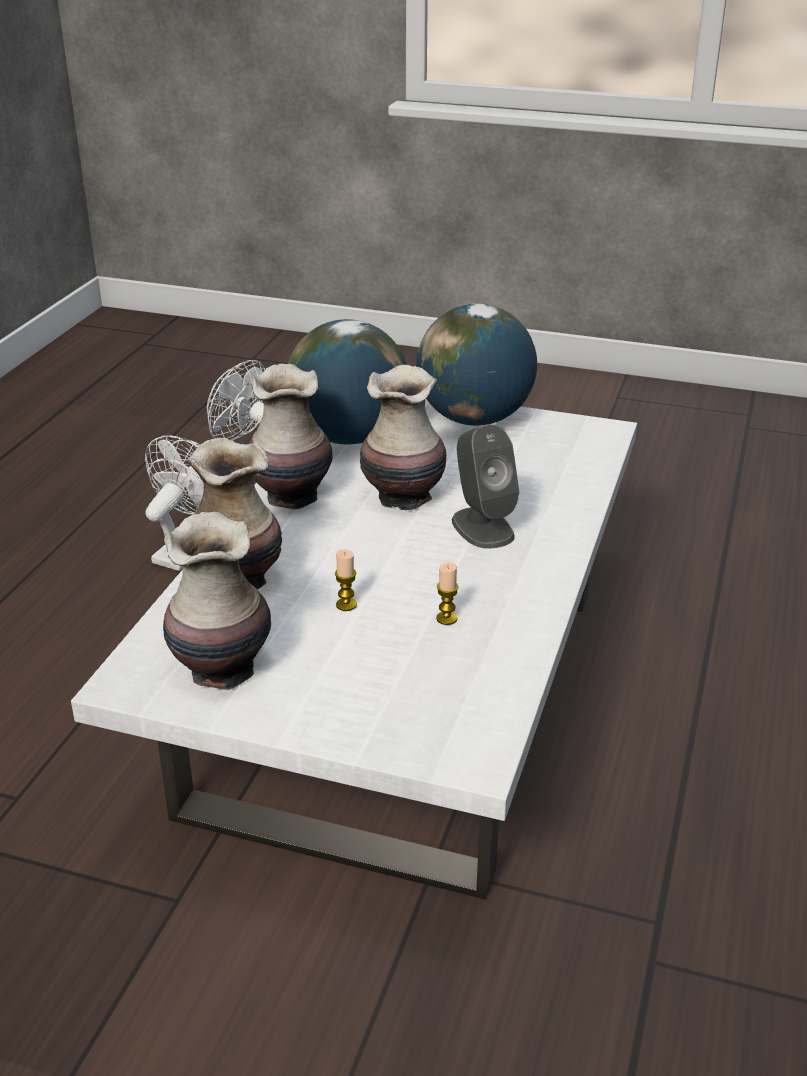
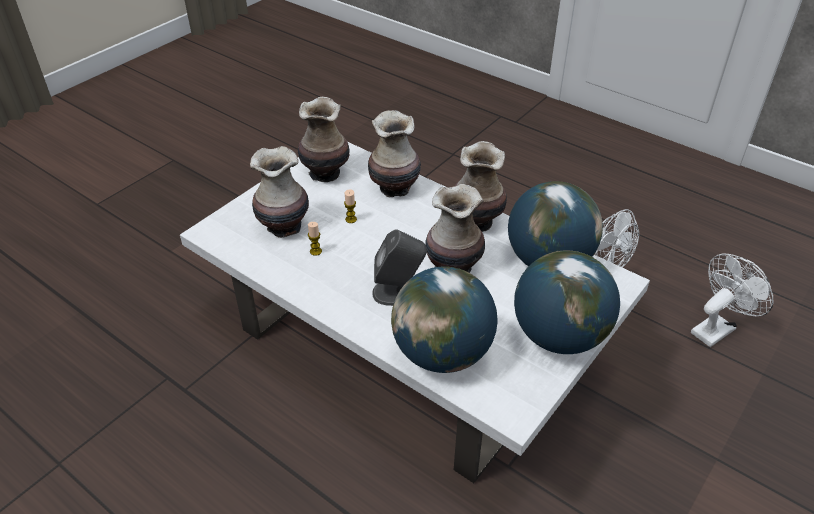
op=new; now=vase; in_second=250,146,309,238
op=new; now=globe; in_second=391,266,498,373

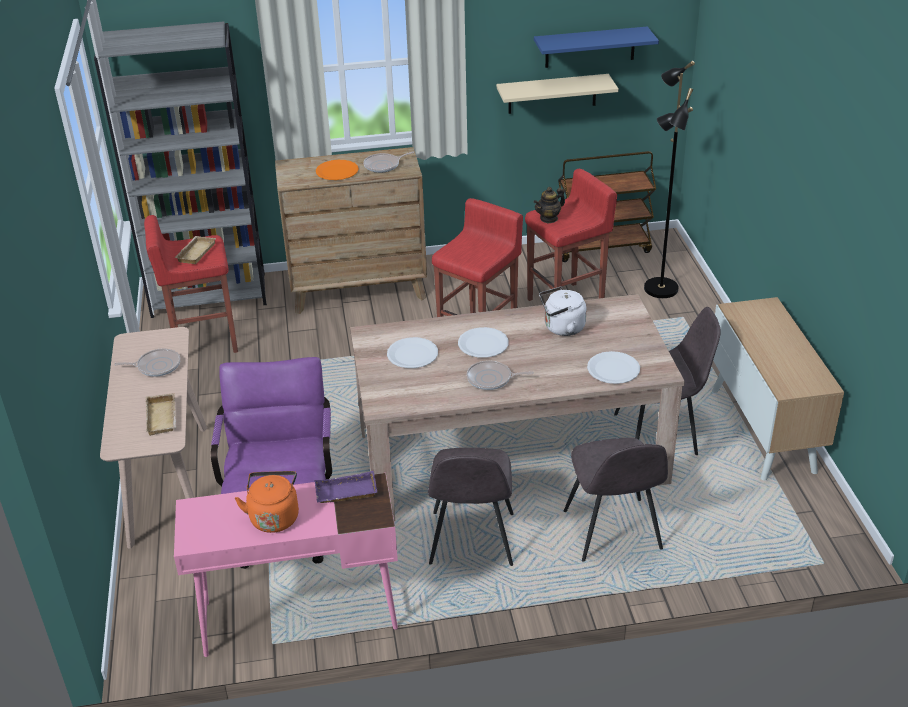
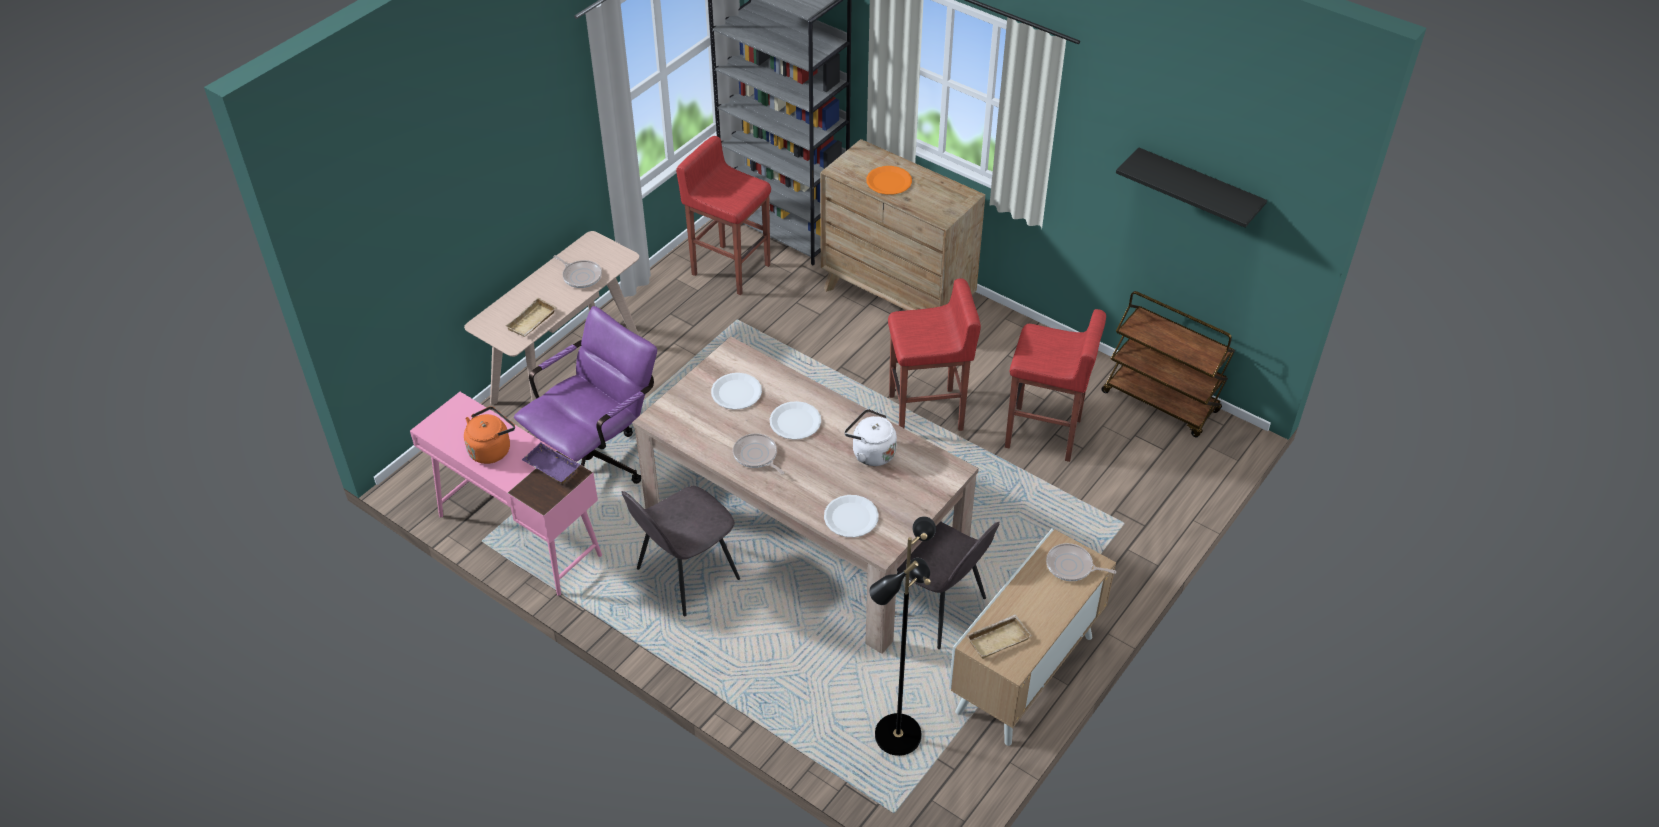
op=shifted; was=beige tray; in_first=174,236,216,264; in_second=966,614,1032,659
op=shifted; was=frying pan; in_first=363,152,414,173; in_second=1046,543,1116,581
op=gone; was=beige shelf; in_first=496,74,619,114
op=repainted; was=blue shelf; now=black shelf; in_first=534,27,659,68; in_second=1116,148,1267,228
op=gone; was=teapot; in_first=534,187,565,223
op=gone; was=grey chair; in_first=564,438,668,562
op=shifted; was=black floor lamp; in_first=644,61,695,298; in_second=869,516,936,756

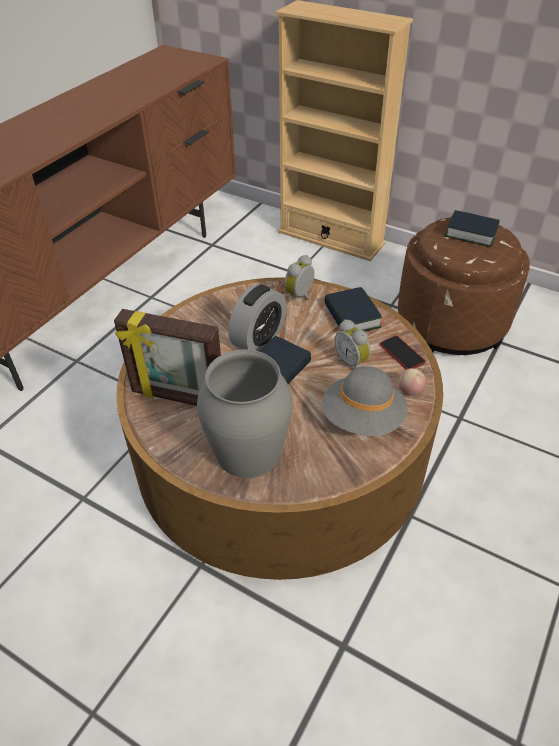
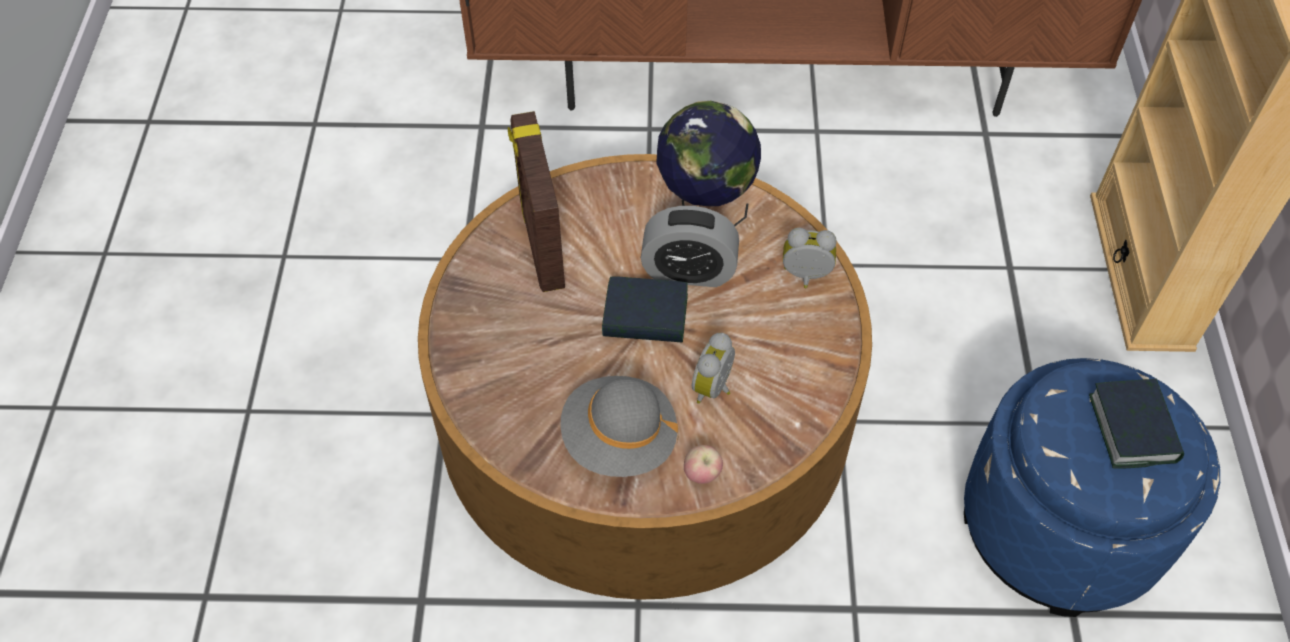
op=gone; was=grey vase; in_first=197,349,293,478
op=gone; was=book; in_first=324,287,382,331
op=gone; was=phone; in_first=380,336,425,369
op=repainted; was=brown ottoman; now=blue ottoman; in_first=398,217,530,355; in_second=964,358,1220,617
op=new; now=globe; in_second=656,101,761,226

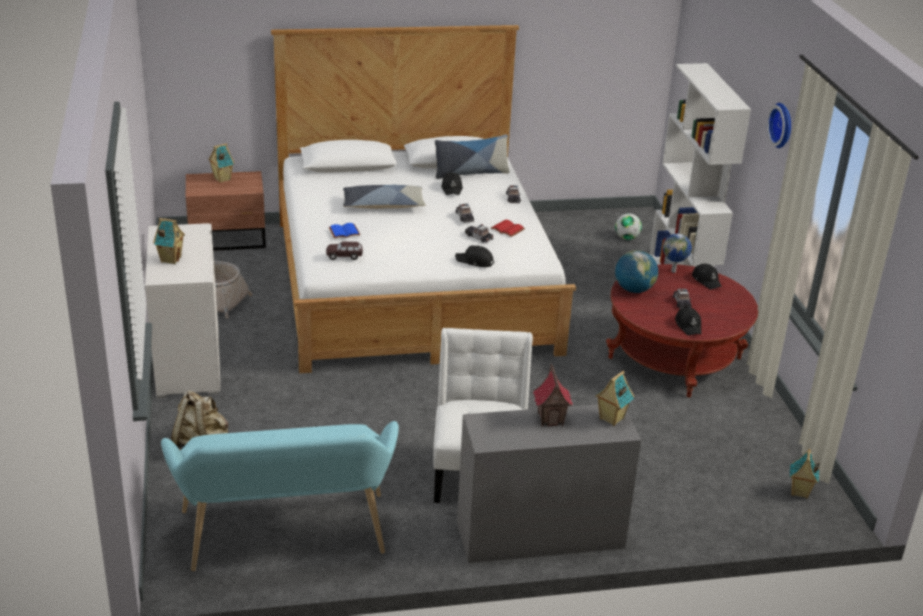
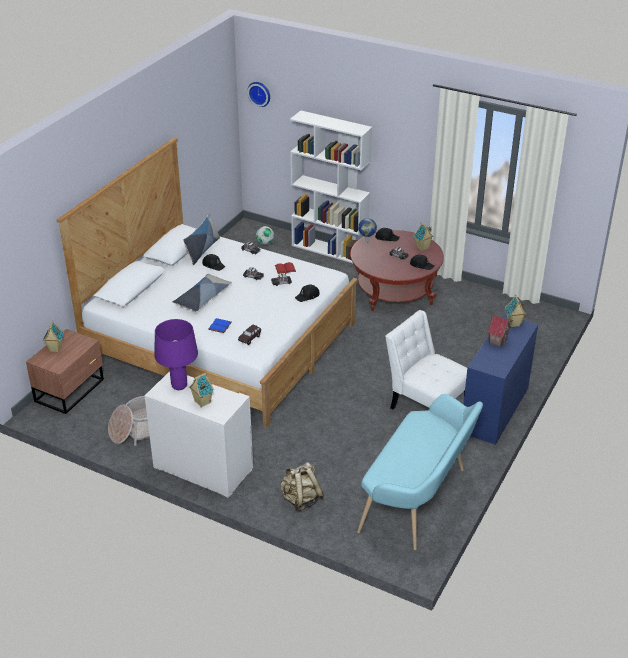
op=repainted; was=grey desk; now=blue desk; in_first=457,404,641,563; in_second=463,314,538,445
op=gone; was=globe; in_first=615,250,658,293
op=shifted; was=wall clock; in_first=767,103,791,148; in_second=247,82,270,107
op=shifted; was=toy house; in_first=790,449,820,499; in_second=414,223,434,251
op=new; now=purple table lamp; in_second=155,319,198,390

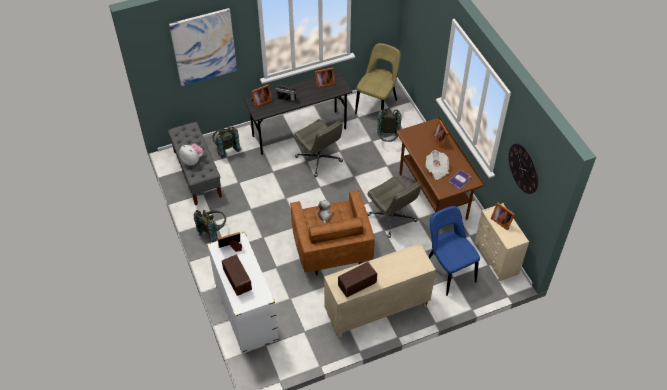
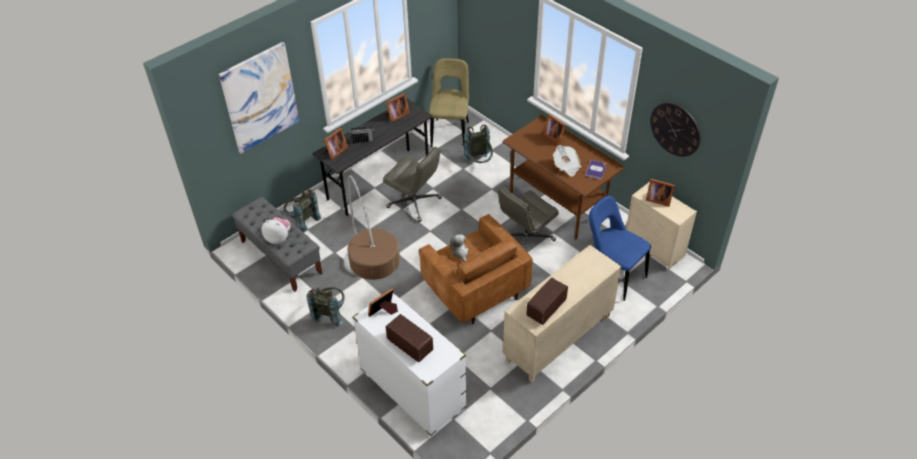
op=rotated; was=grey office chair; in_first=367,177,422,238; in_second=498,187,559,251; clockwise=105
op=new; now=floor lamp; in_second=344,175,400,280

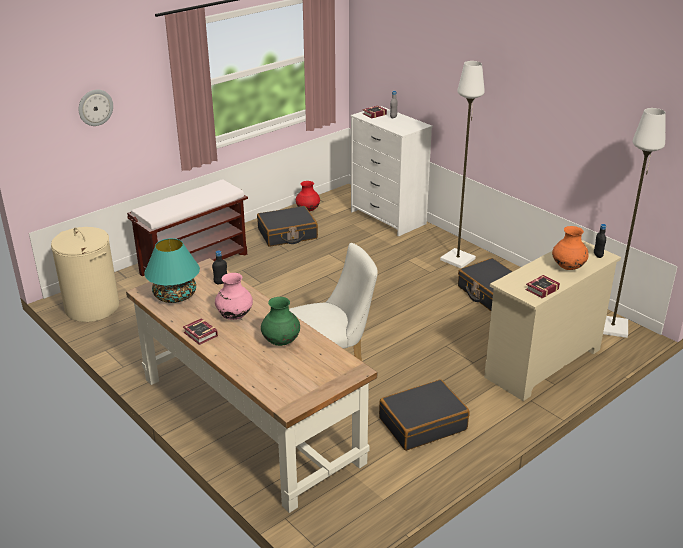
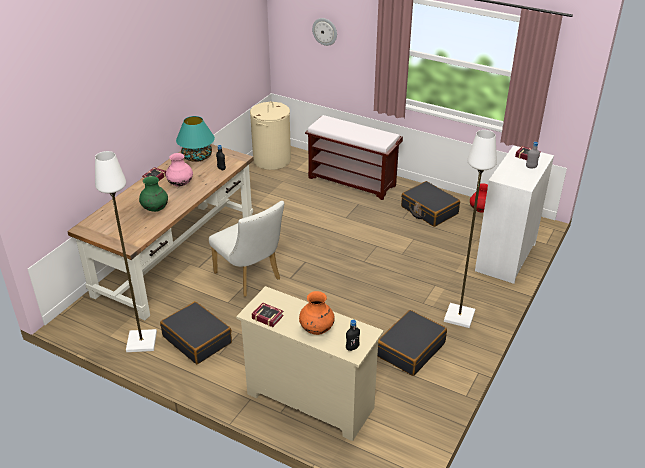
op=shifted; was=white floor lamp; in_first=603,108,666,338; in_second=95,151,157,352

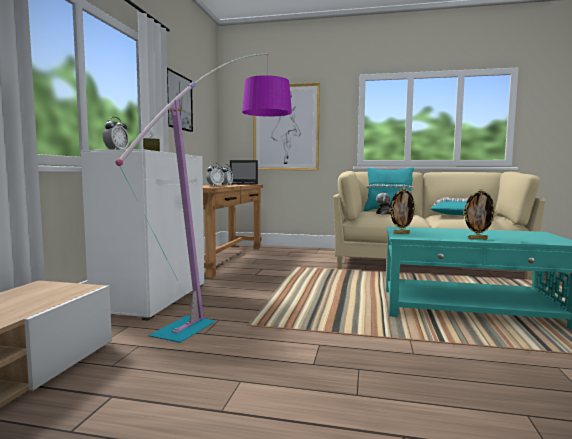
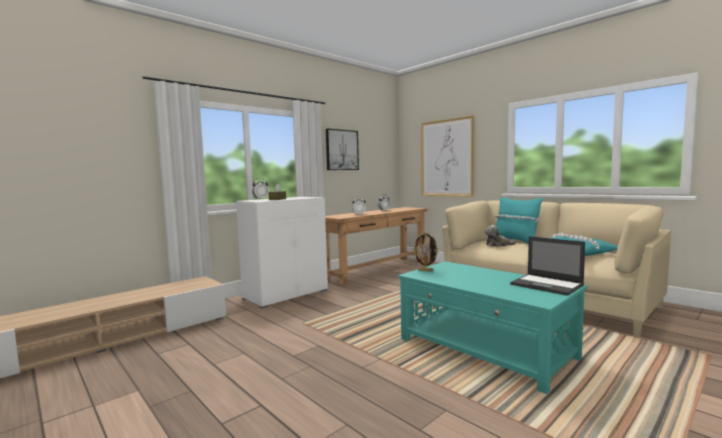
op=gone; was=floor lamp; in_first=116,53,292,343
op=shifted; was=laptop; in_first=222,160,258,185; in_second=510,236,585,296
op=gone; was=picture frame; in_first=463,189,497,239

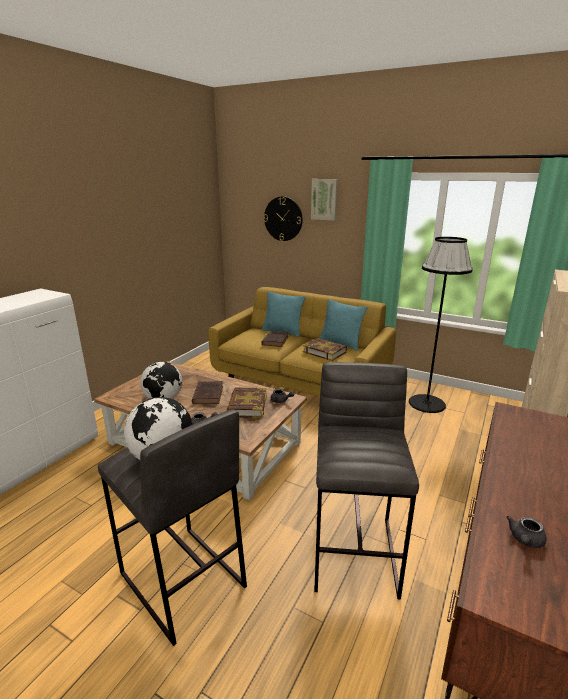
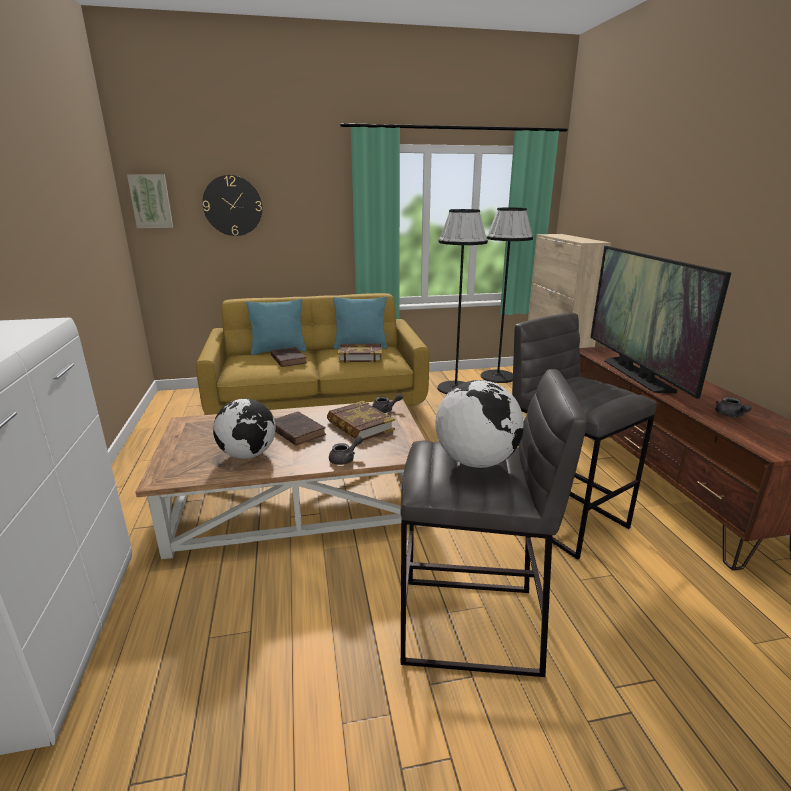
op=shifted; was=picture; in_first=311,179,338,221; in_second=127,174,173,228
op=new; now=black floor lamp; in_second=480,208,533,383
op=new; now=television; in_second=590,246,731,399

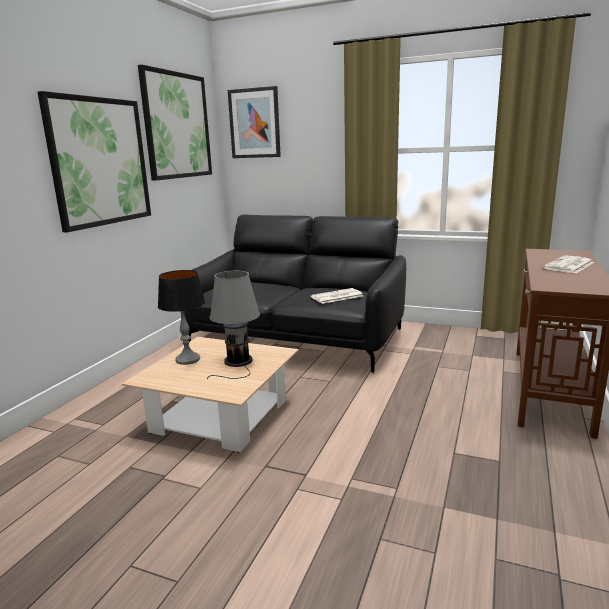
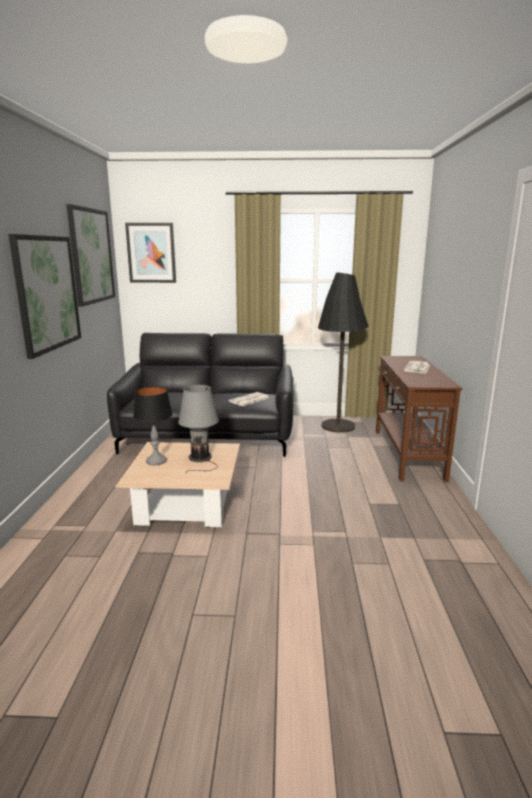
op=new; now=black floor lamp; in_second=318,272,369,433

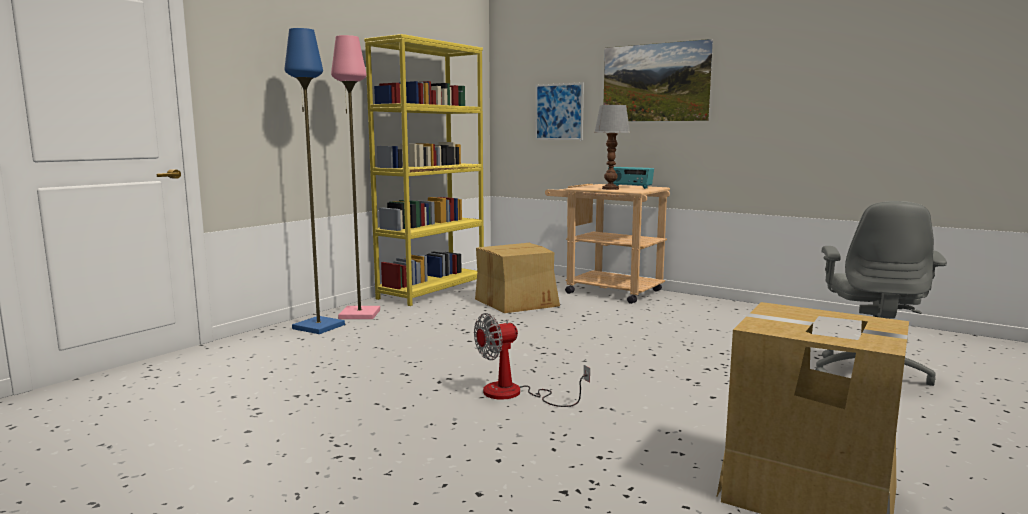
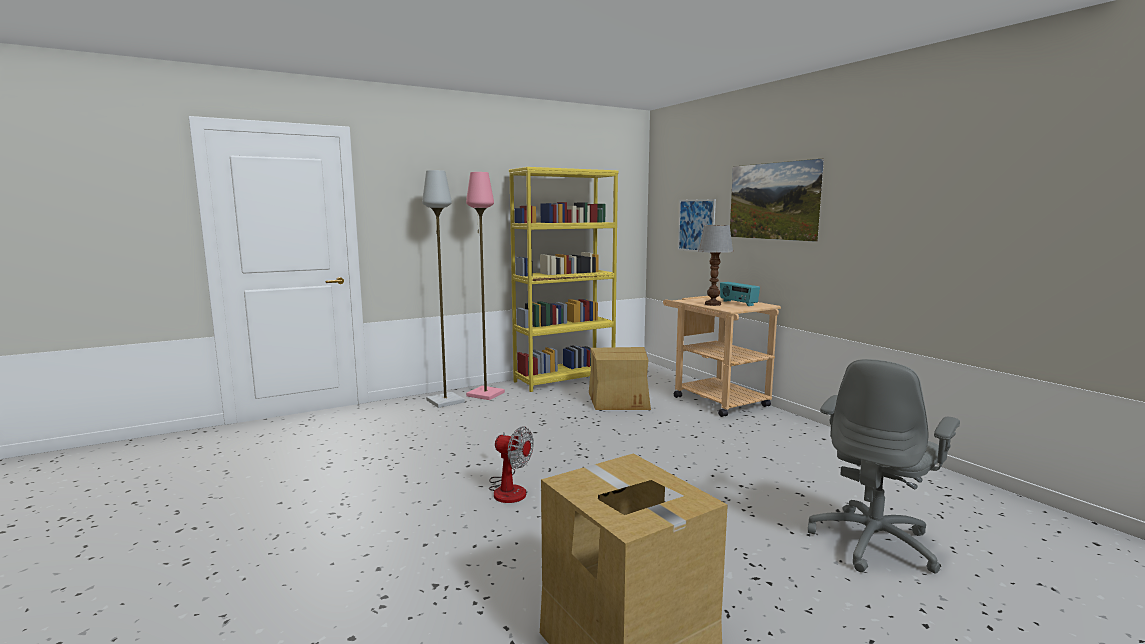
op=repainted; was=blue floor lamp; now=grey floor lamp; in_first=285,28,345,334; in_second=422,170,465,408
op=rotated; was=fan; in_first=474,313,590,407; in_second=489,426,534,503; clockwise=-150

